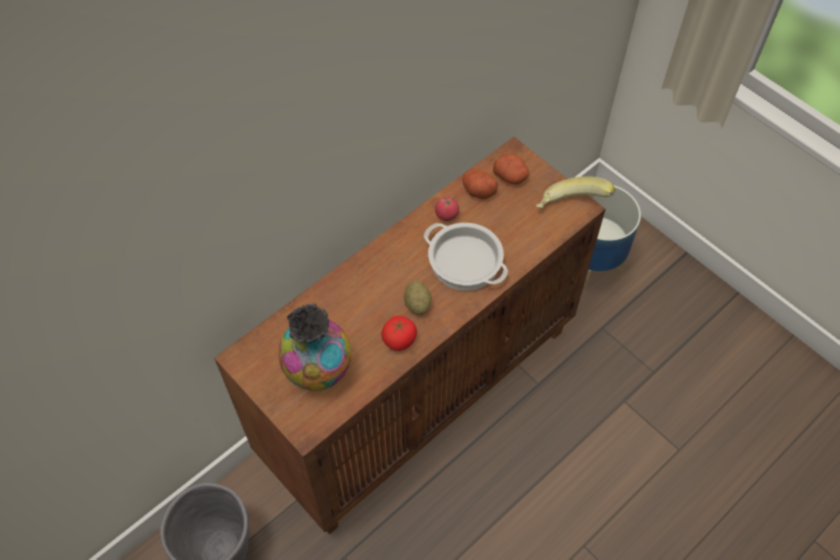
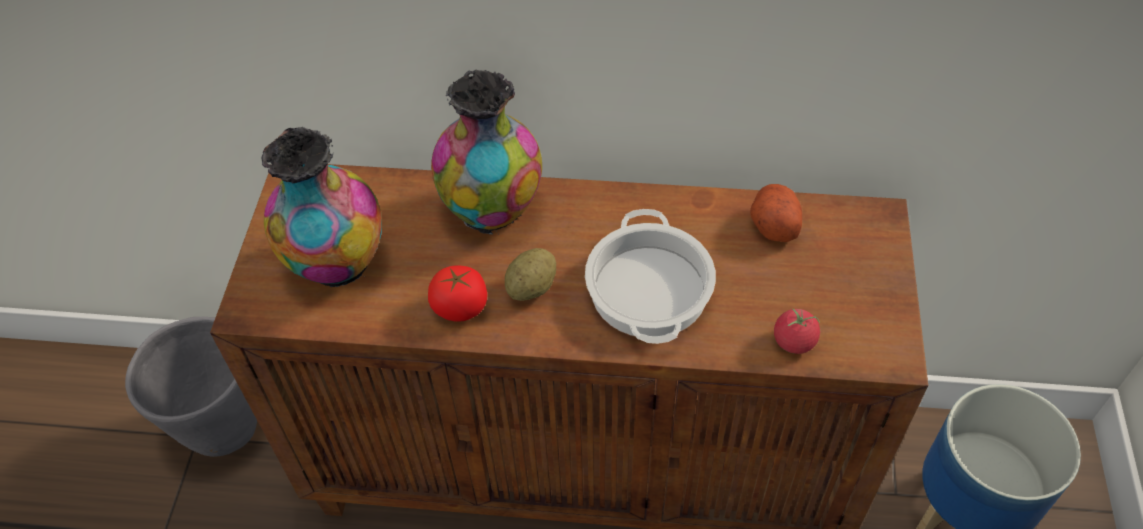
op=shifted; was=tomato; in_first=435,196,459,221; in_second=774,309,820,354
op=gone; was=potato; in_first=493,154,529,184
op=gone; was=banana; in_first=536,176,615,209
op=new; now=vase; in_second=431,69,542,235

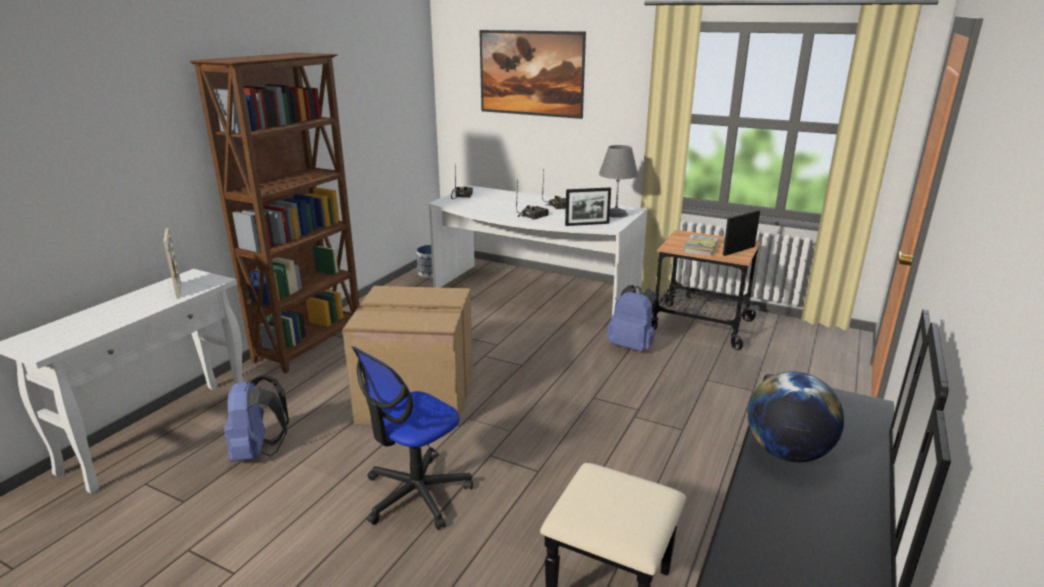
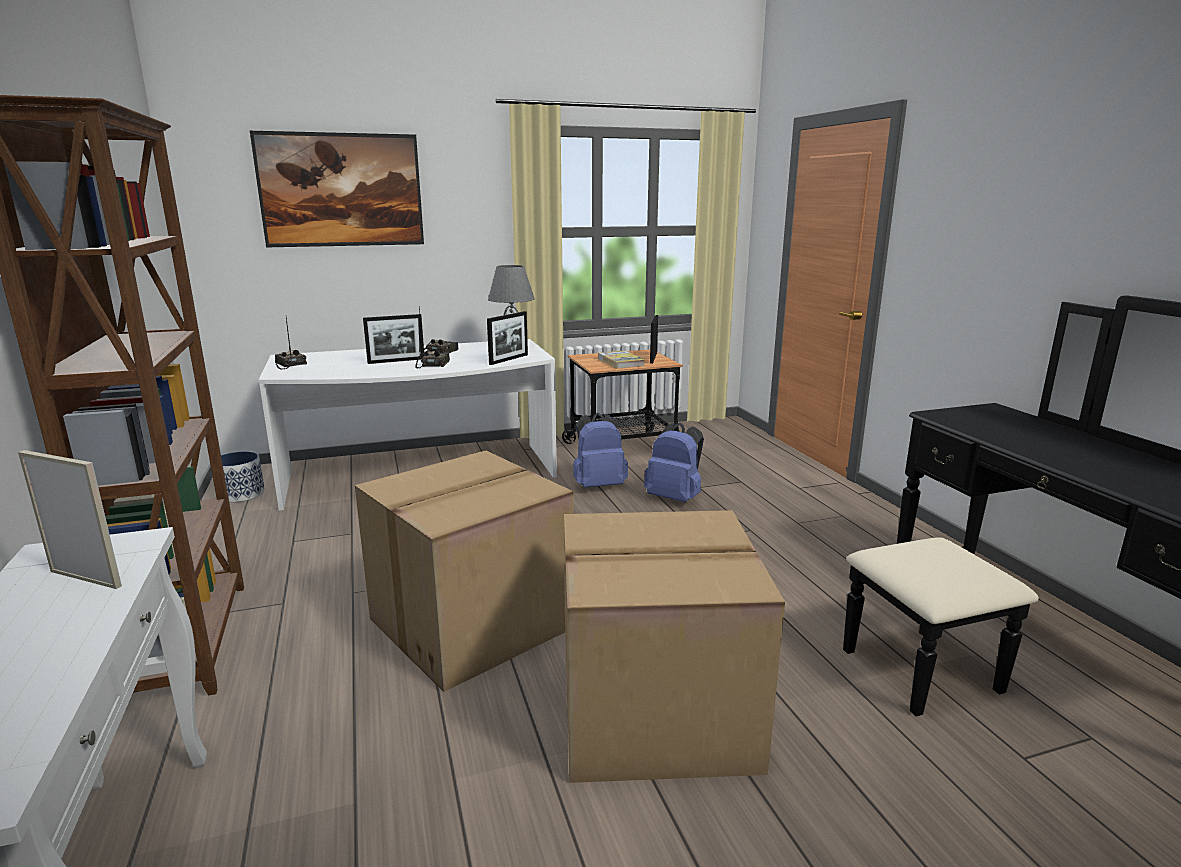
op=shifted; was=blue backpack; in_first=224,375,289,462; in_second=644,423,704,502
op=swapped; was=office chair; now=cardboard box; in_first=352,346,473,530; in_second=564,510,785,783
op=gone; was=globe; in_first=748,371,844,462
op=new; now=picture frame; in_second=363,314,424,364

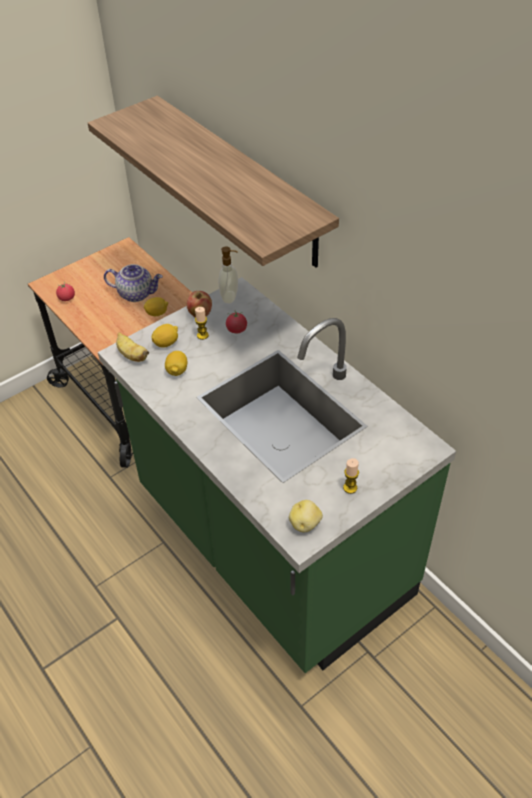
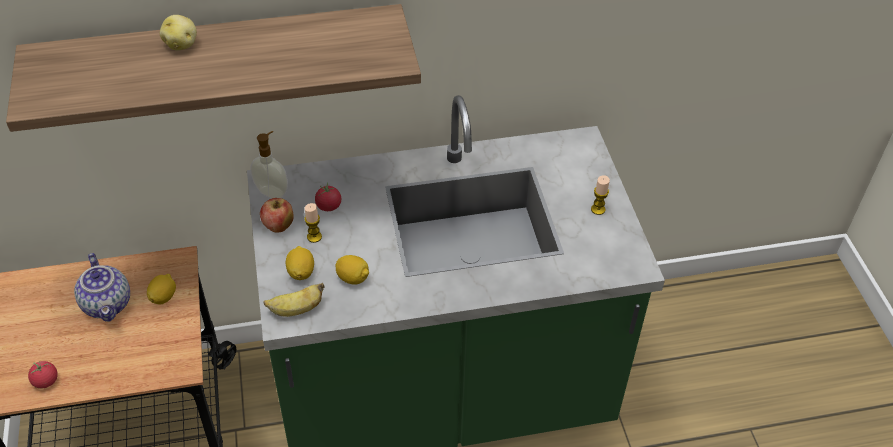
op=rotated; was=teapot; in_first=104,264,163,302; in_second=74,253,130,322; clockwise=120
op=shifted; was=potato; in_first=289,500,323,533; in_second=160,15,197,51

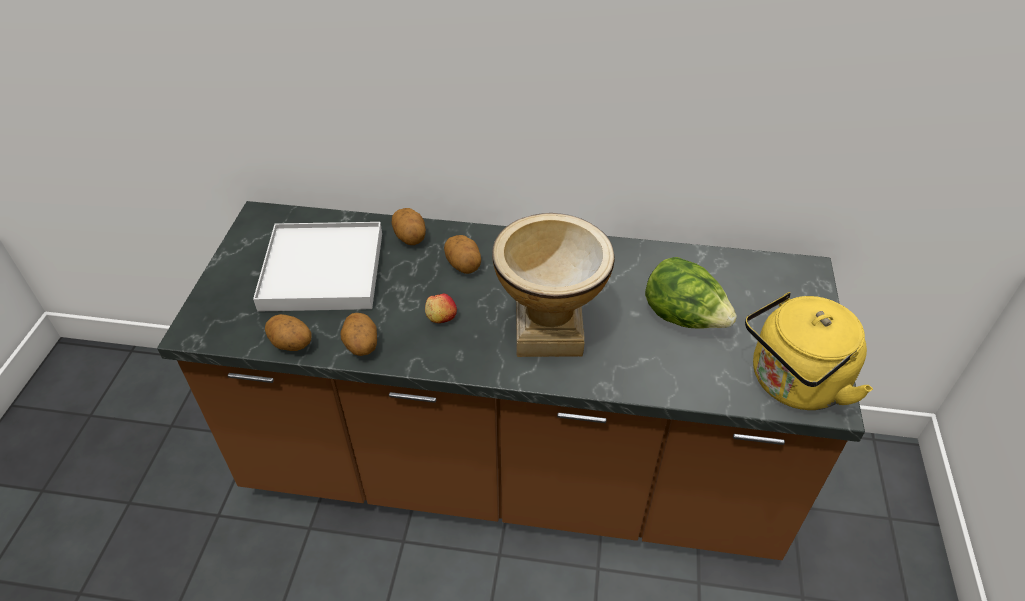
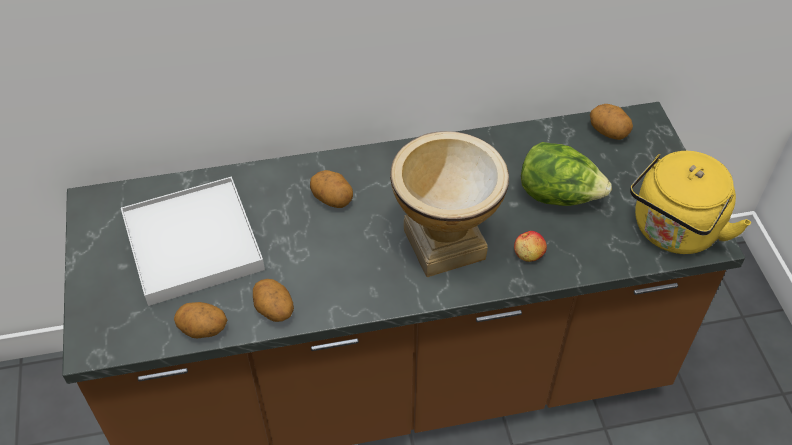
op=shifted; was=potato; in_first=392,208,426,245; in_second=590,104,633,140
op=shifted; was=apple; in_first=425,293,457,323; in_second=514,231,547,262

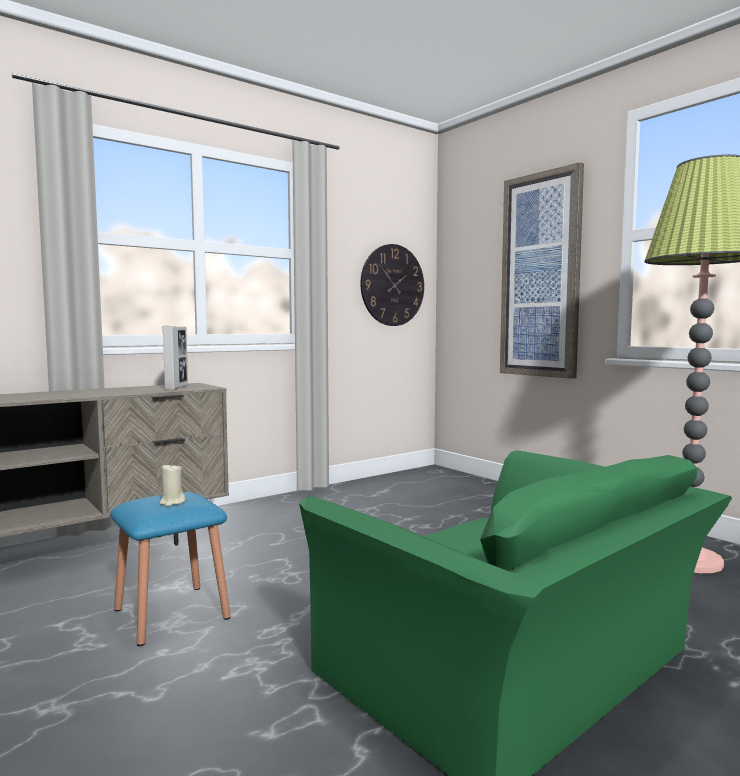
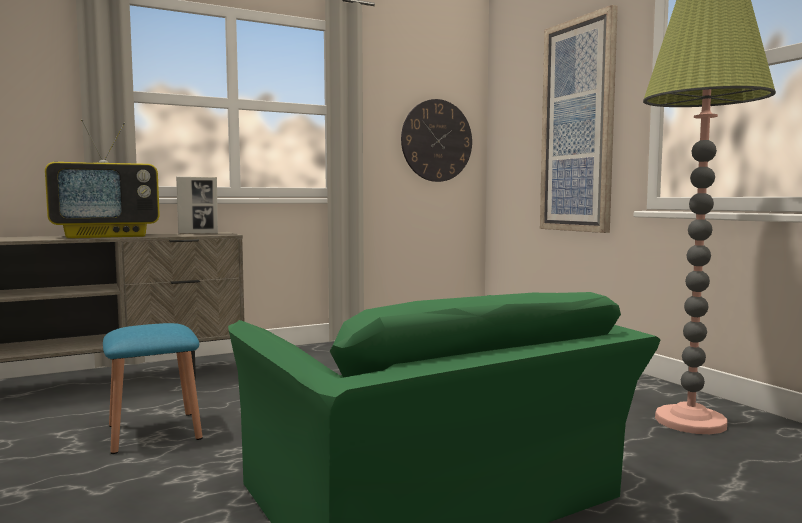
op=gone; was=beige candle; in_first=160,463,186,506
op=rotated; was=picture frame; in_first=162,326,188,390; in_second=176,176,218,234; clockwise=60
op=new; now=television; in_second=45,119,160,238

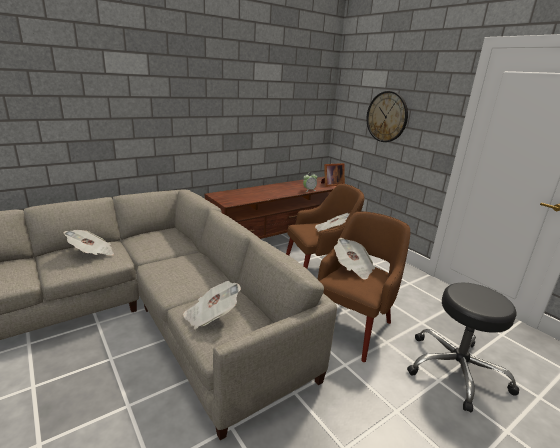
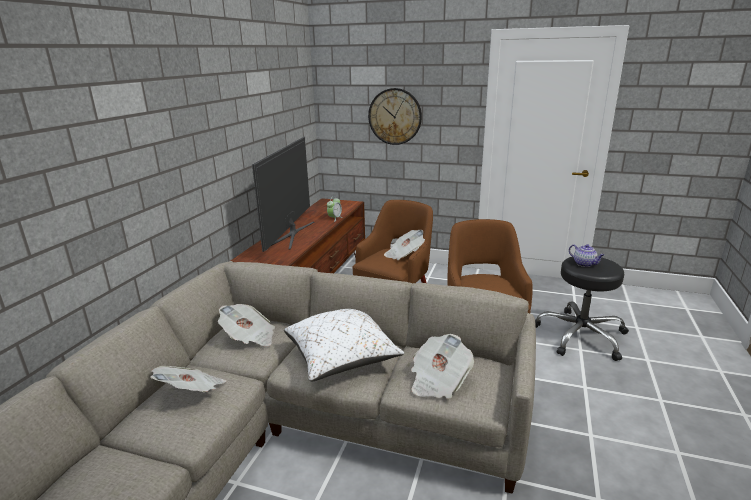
op=gone; was=picture frame; in_first=321,163,345,187
op=shifted; was=newspaper; in_first=334,238,375,280; in_second=218,304,275,347
op=new; now=television; in_second=252,137,314,252
op=new; now=white pillow; in_second=284,309,404,381
op=new; now=teapot; in_second=569,244,605,267

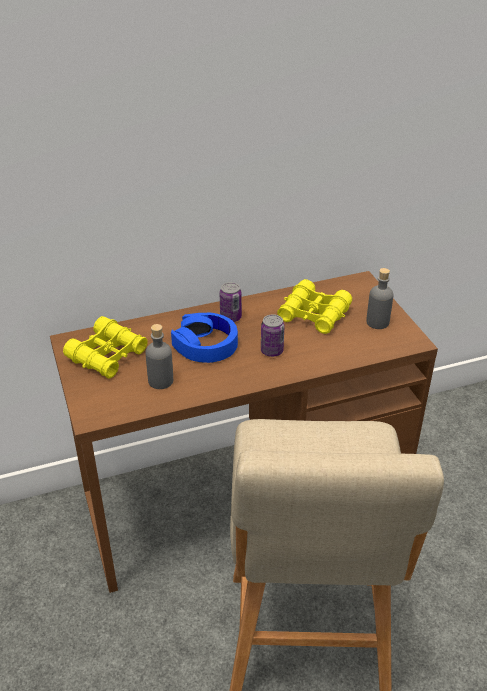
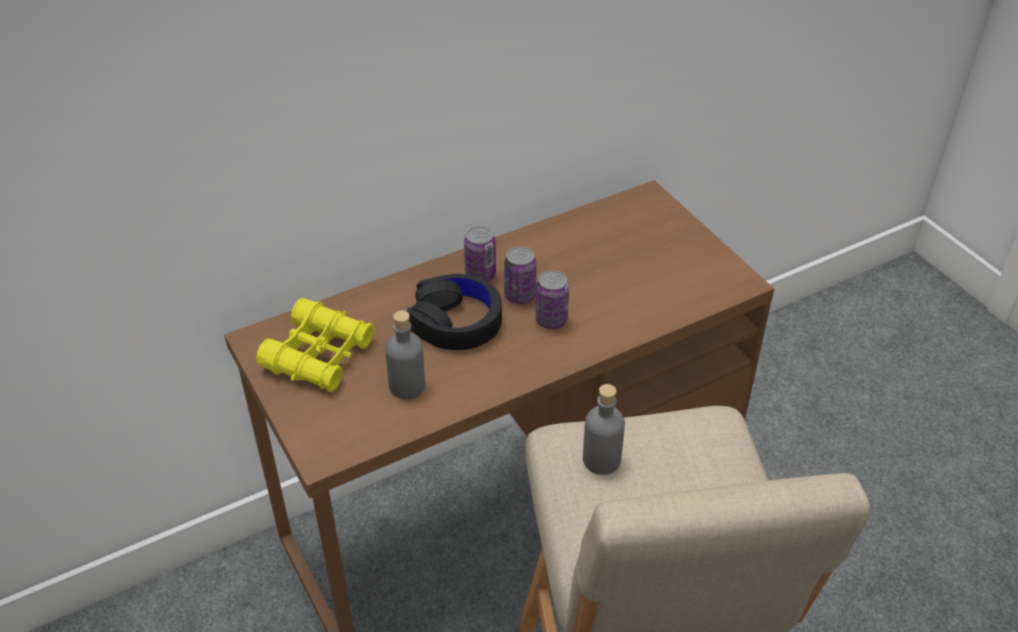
op=repainted; was=blue headphones; now=black headphones; in_first=171,313,238,363; in_second=407,274,502,350
op=gone; was=yellow binoculars; in_first=277,279,352,334
op=shifted; was=grey bottle; in_first=366,268,393,329; in_second=583,384,625,475
op=new; now=can; in_second=504,246,537,304

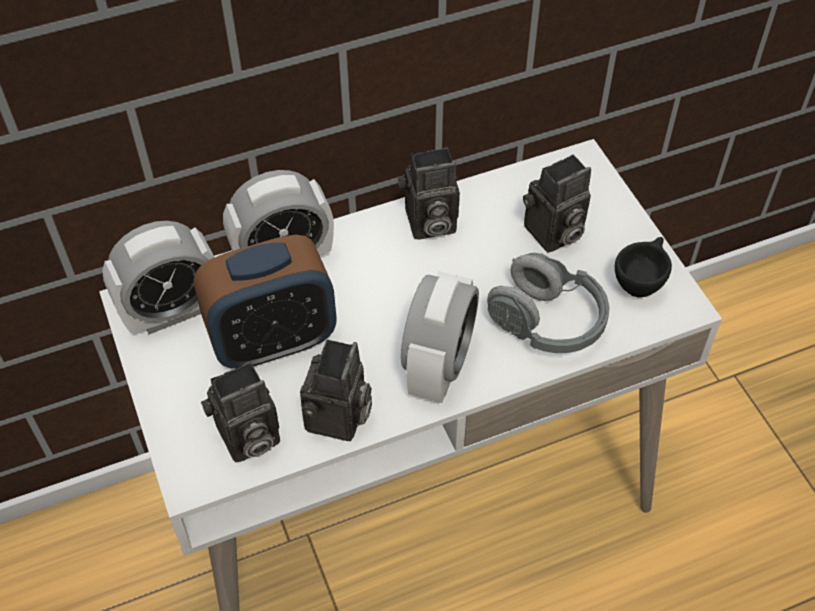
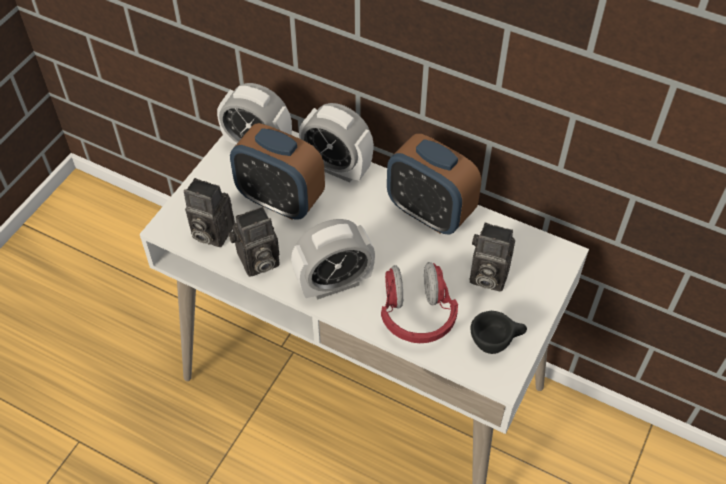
op=swapped; was=photo camera; now=alarm clock; in_first=398,148,460,239; in_second=387,134,481,235
op=repainted; was=grey headphones; now=red headphones; in_first=487,253,610,353; in_second=381,262,458,343

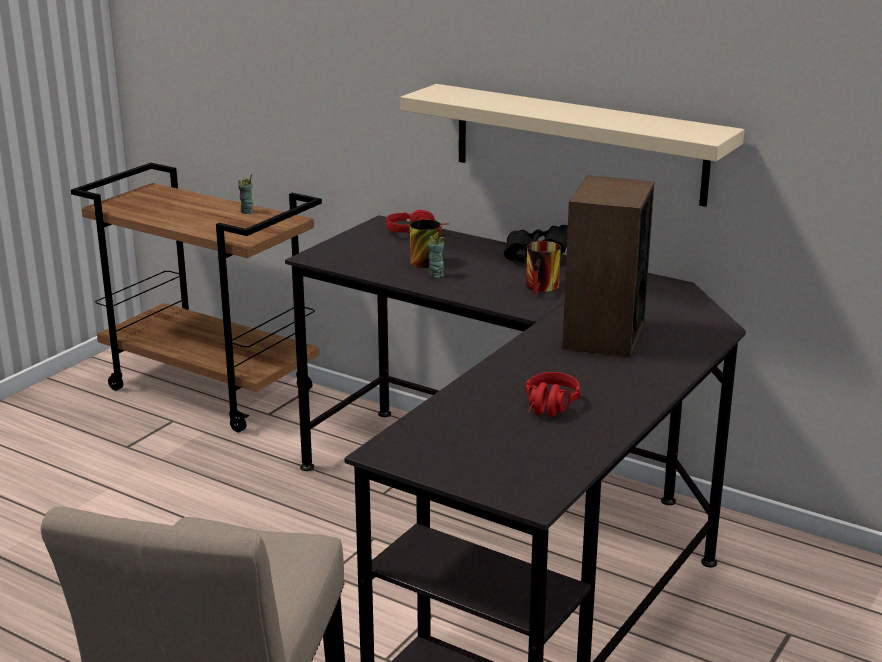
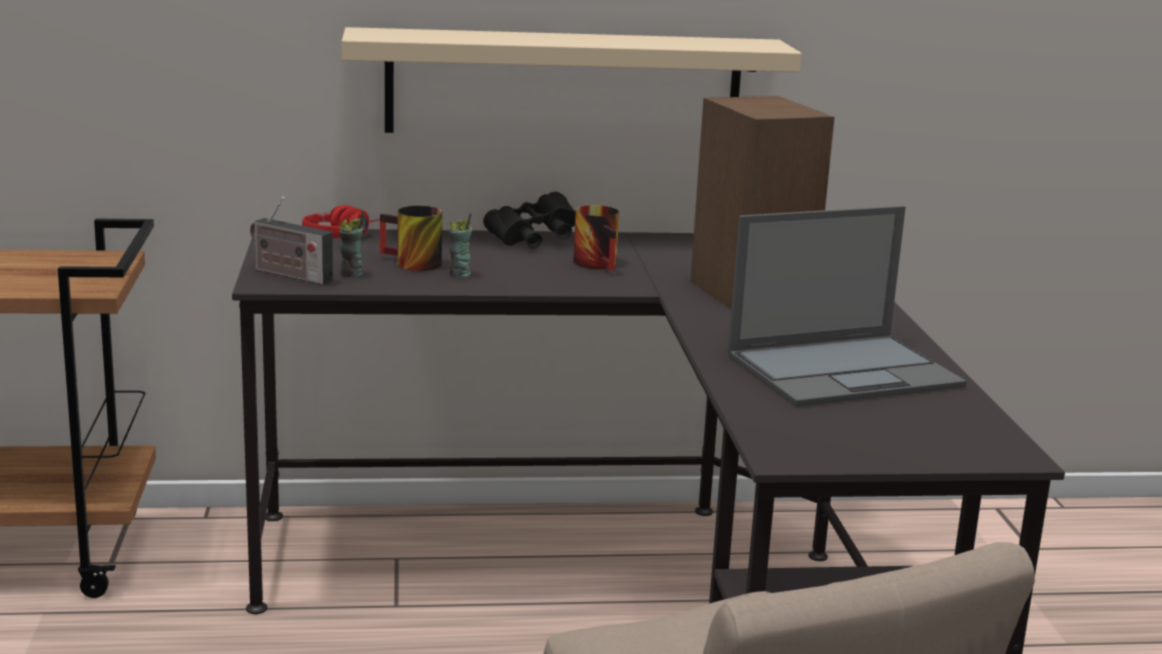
op=shifted; was=cup; in_first=238,174,254,214; in_second=339,210,364,278
op=swapped; was=red headphones; now=laptop; in_first=525,372,580,417; in_second=727,206,967,407
op=new; now=radio; in_second=250,197,333,285

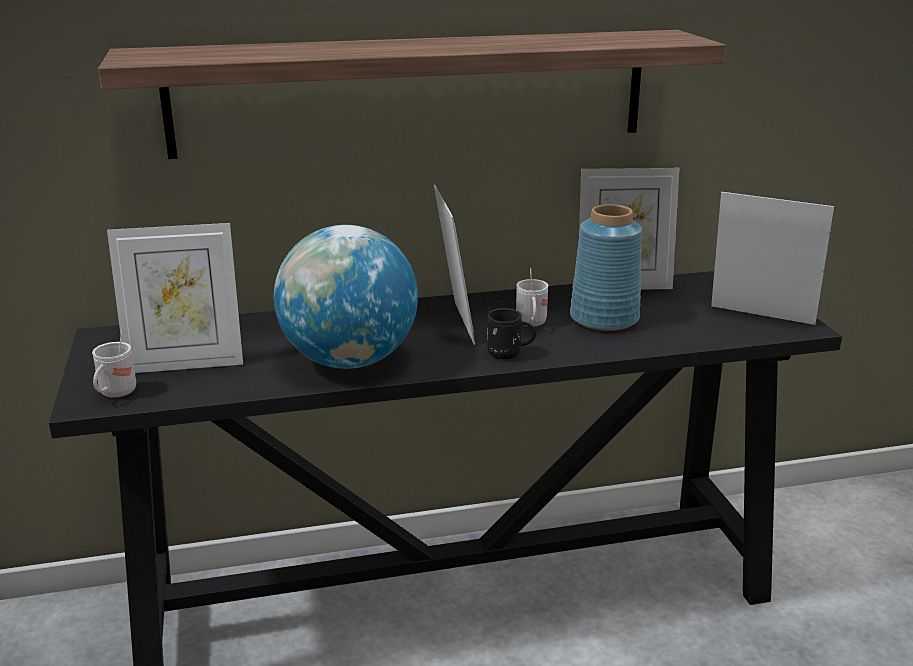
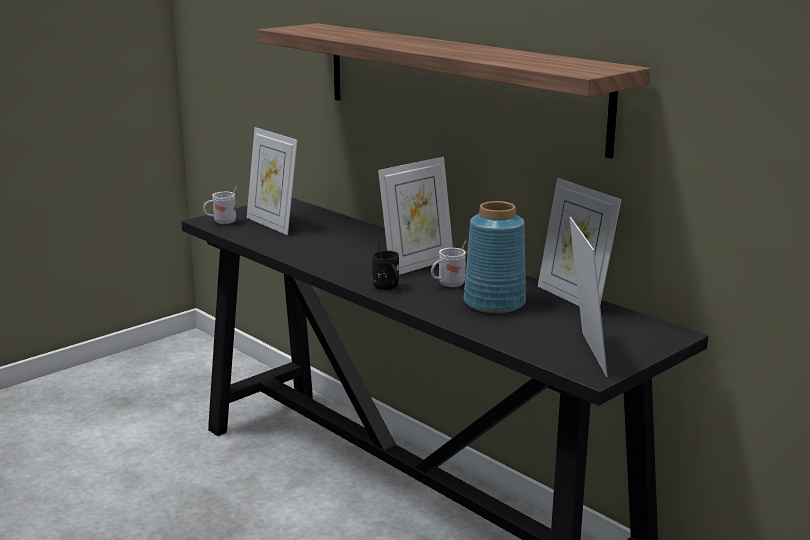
op=gone; was=globe; in_first=274,225,418,369

